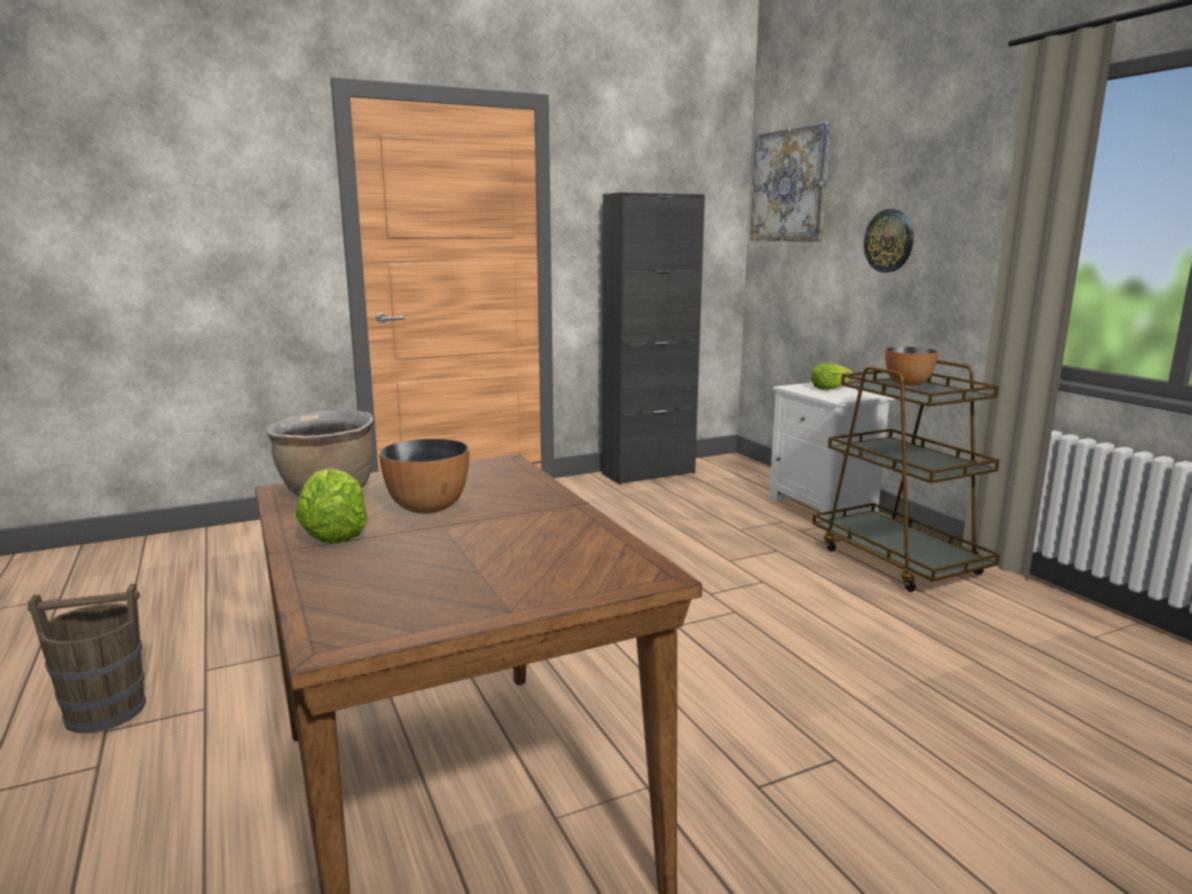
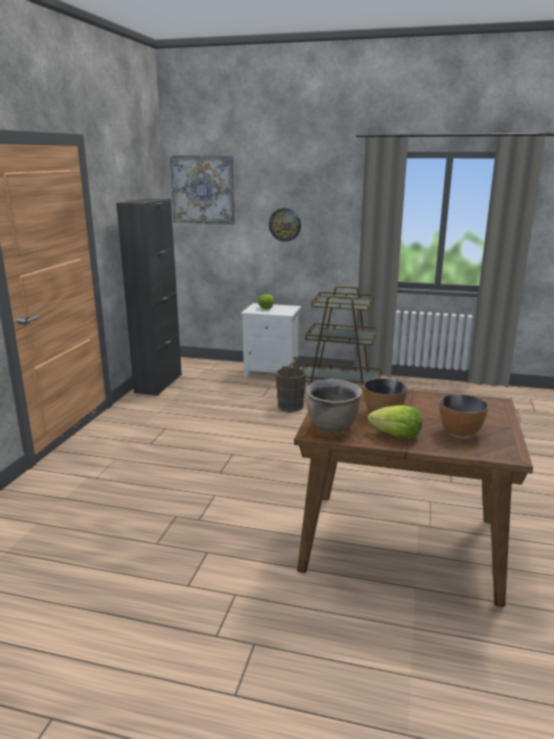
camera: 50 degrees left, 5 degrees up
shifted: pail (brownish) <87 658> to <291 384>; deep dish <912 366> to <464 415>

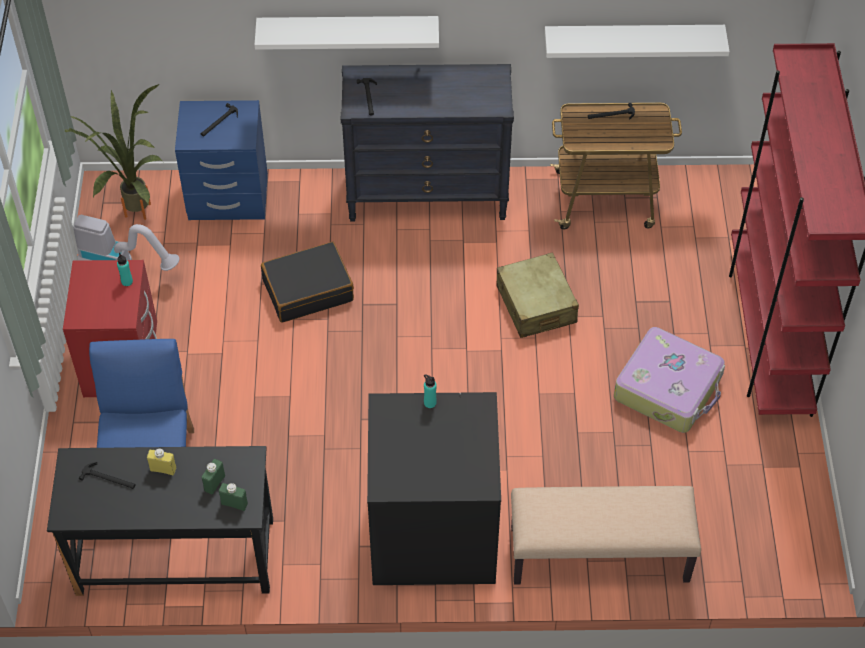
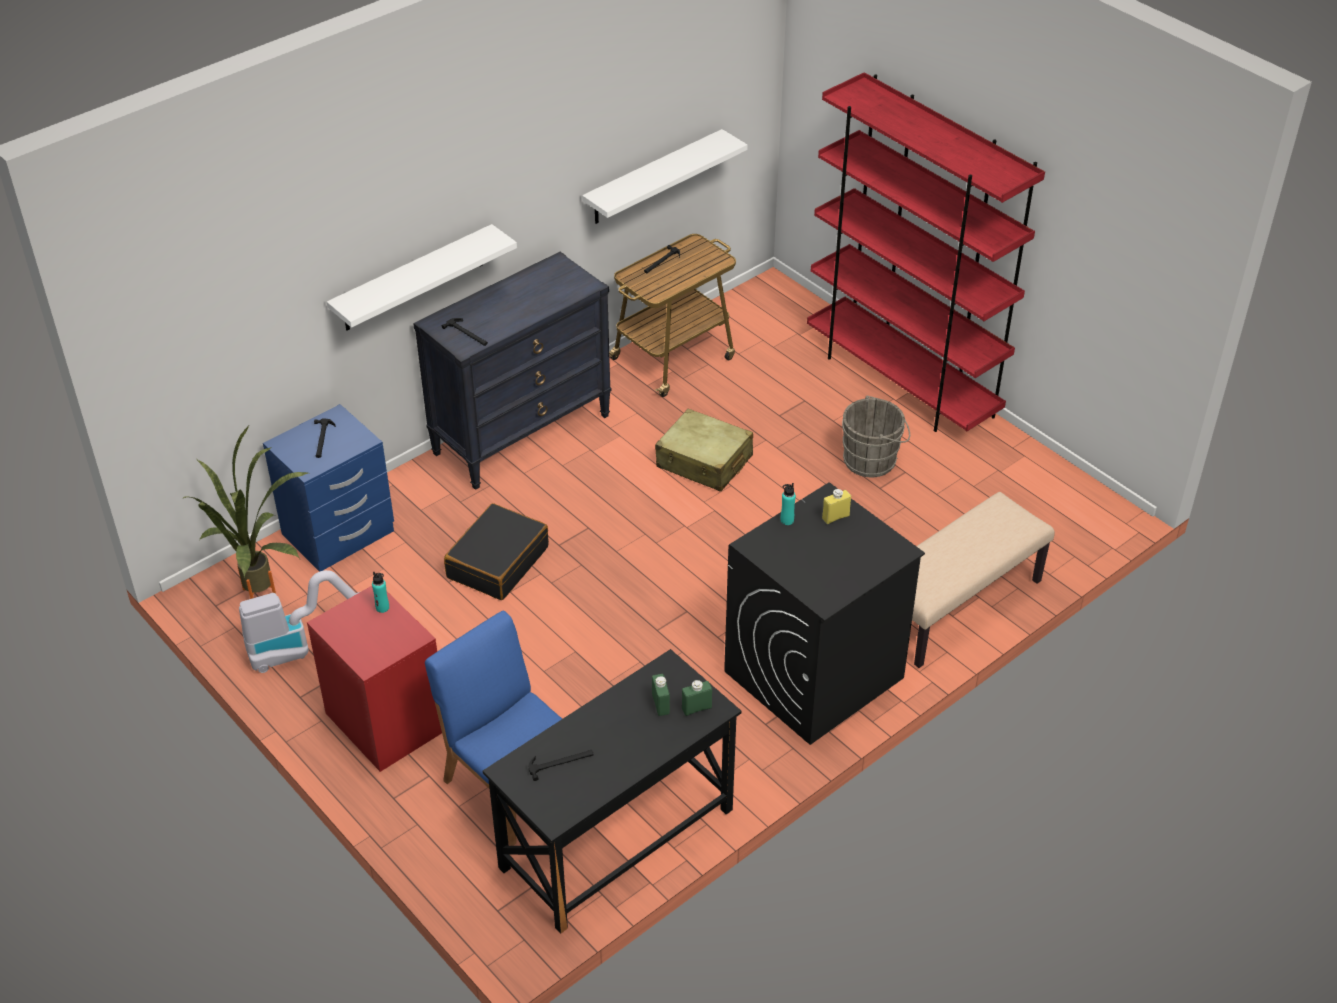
camera: 40 degrees left, 10 degrees down
shifted: bottle (yellowish) <161 462> to <836 506>
swapped: suitcase <669 380> to pail (grey) <876 436>

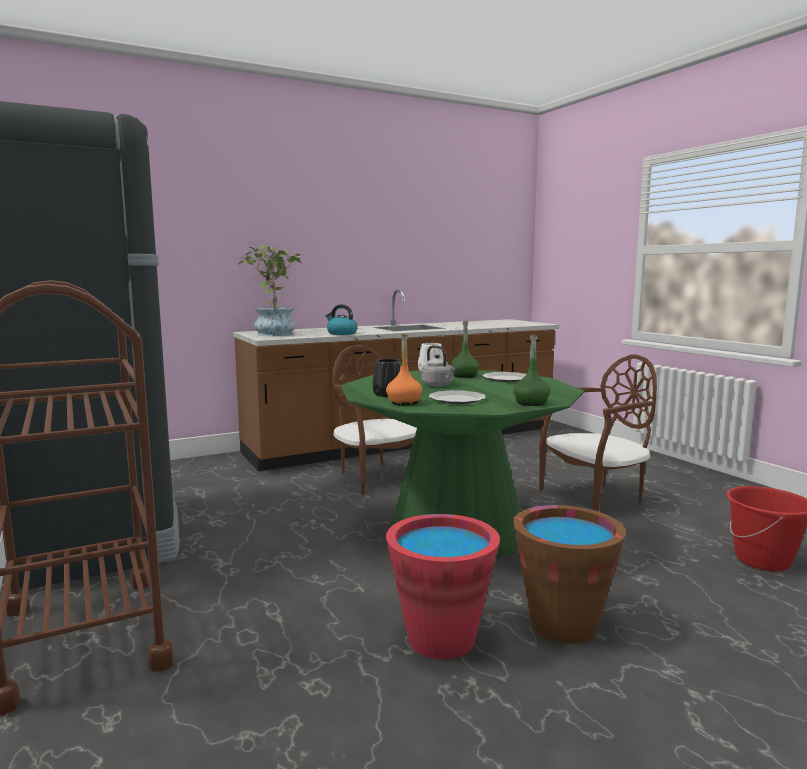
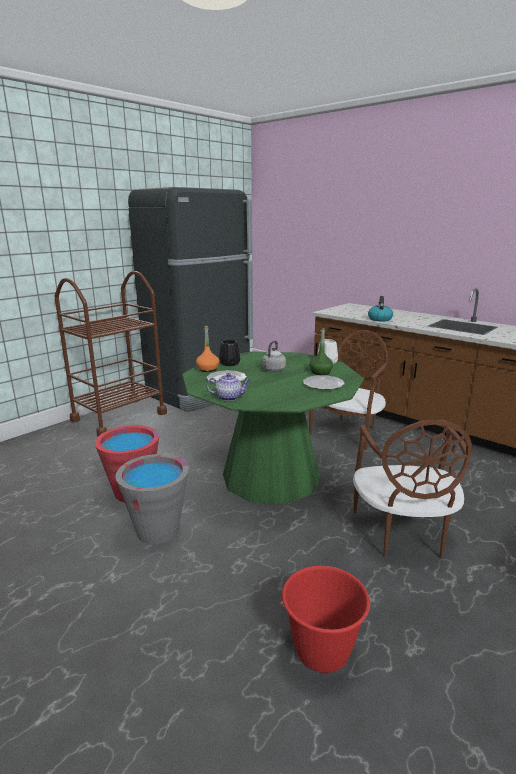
camera: 70 degrees right, 10 degrees up
gone: plant in a pot <270 290>
swapped: bottle (greenish) <531 370> to pot for tea <228 387>
repainted: pail (brownish) <569 574> to pail (grey) <152 499>
rotated: upright chair (brownish) <598 433> = <412 489> 45 degrees clockwise

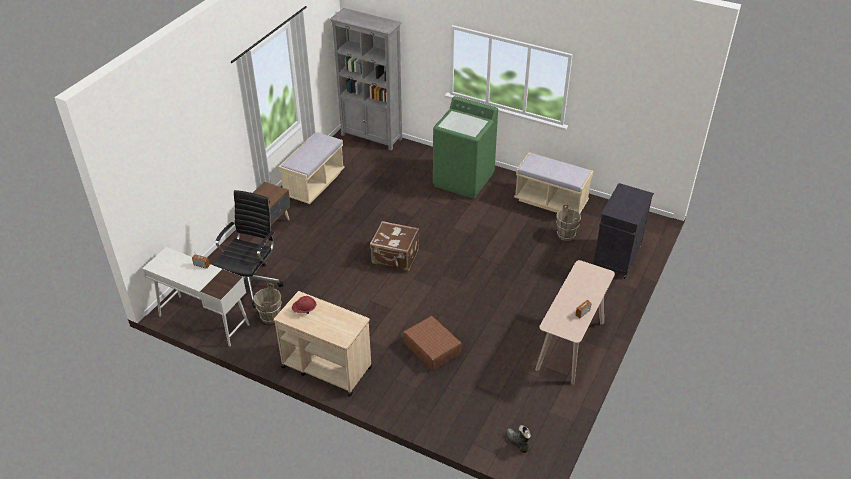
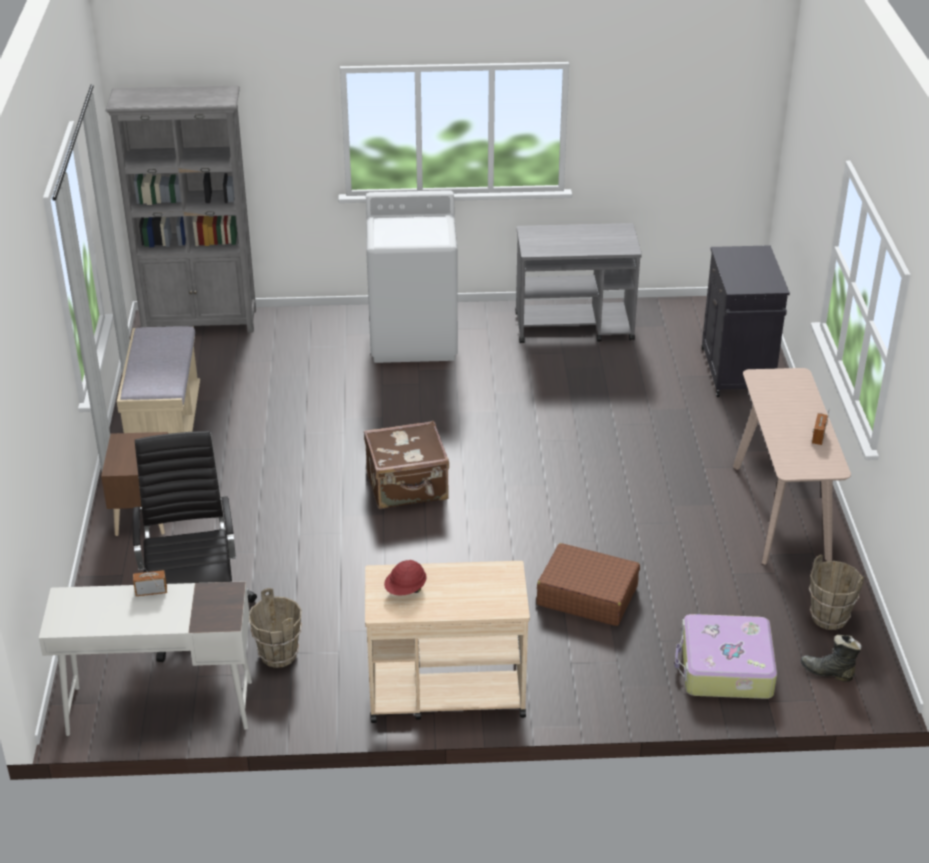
camera: 30 degrees left, 5 degrees down
new: suitcase <725 656>
shifted: pail (brownish) <568 222> to <836 592>
swapped: bench (beige-coloured) <553 182> to trolley (grey) <578 283>
repainted: laundry appliance (greenish) <465 147> to laundry appliance (white-coloured) <412 276>

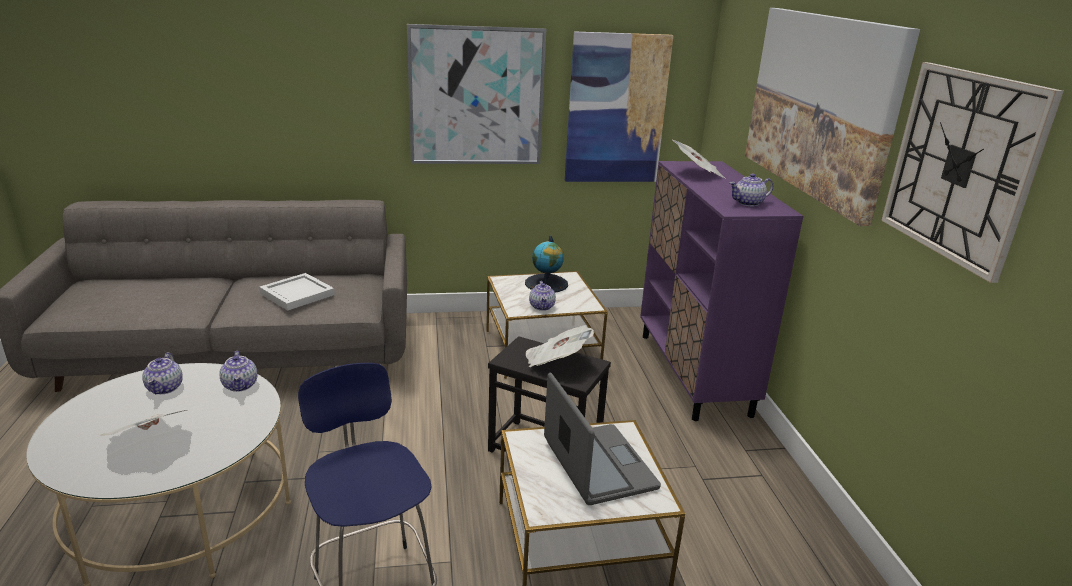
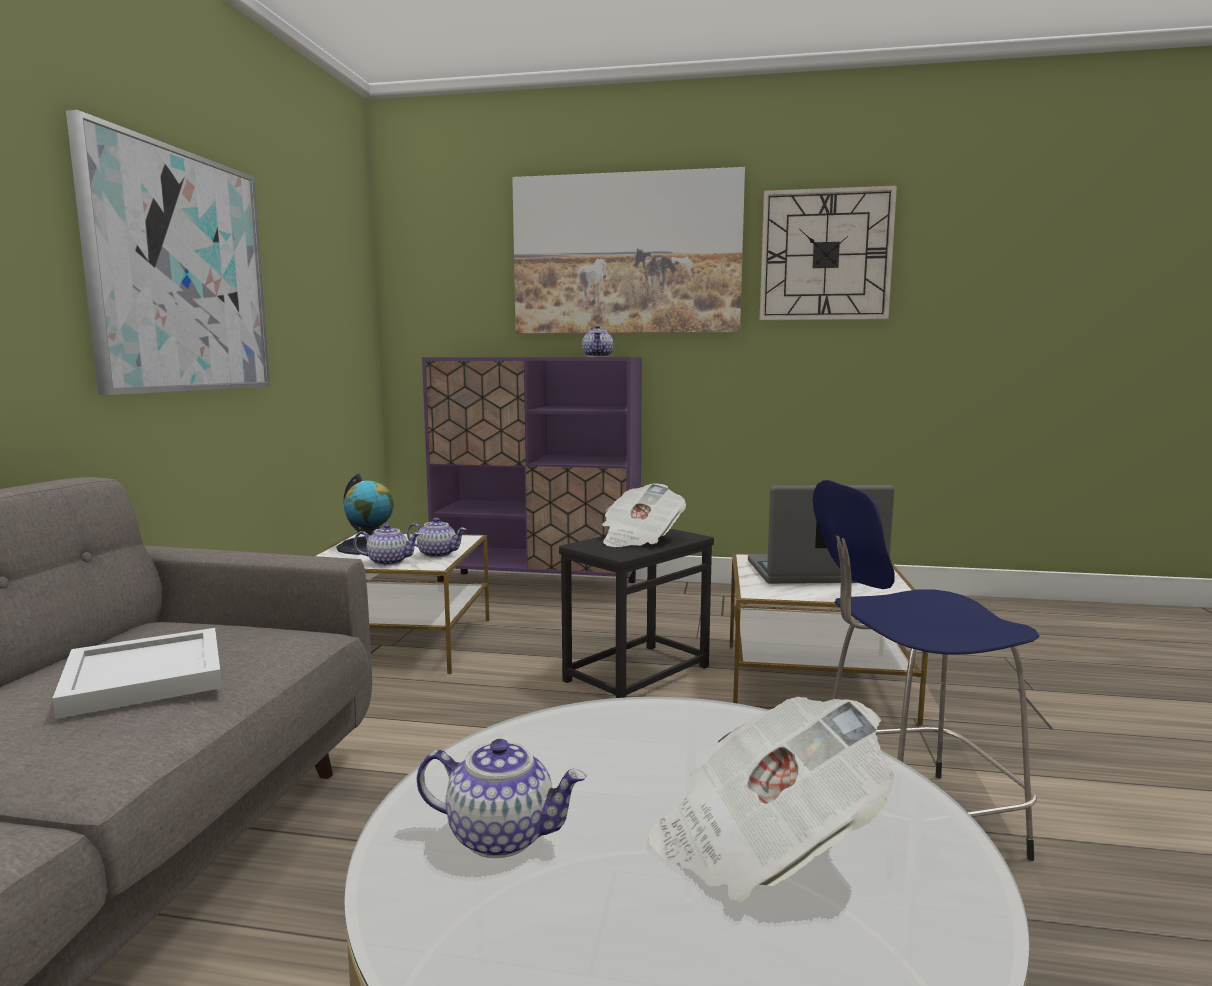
camera: 70 degrees left, 15 degrees down
gone: wall art <619 106>; daily paper <698 158>
shifted: pot for tea <238 371> to <386 545>

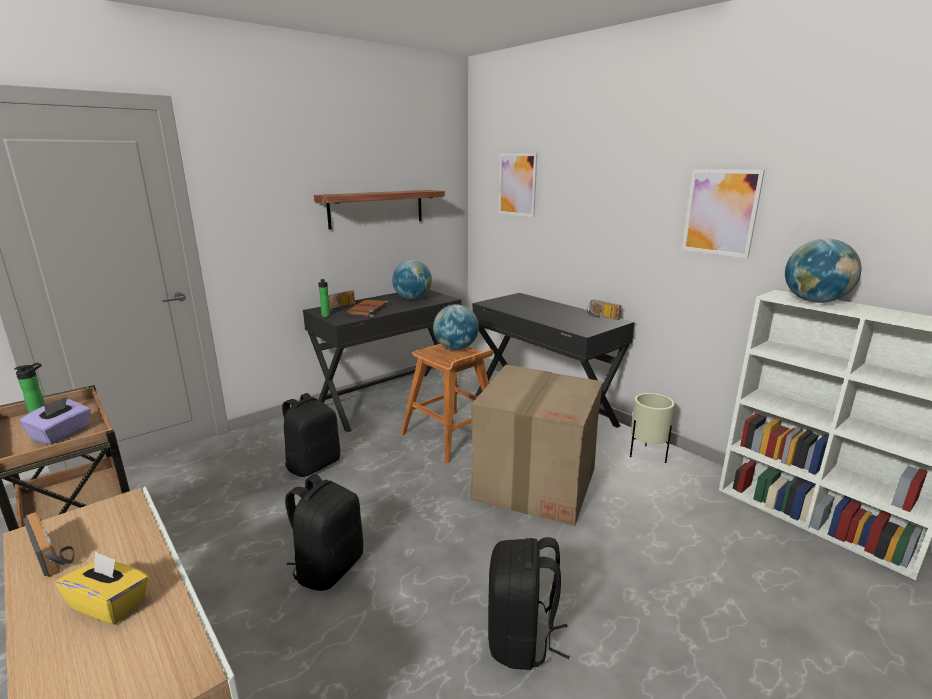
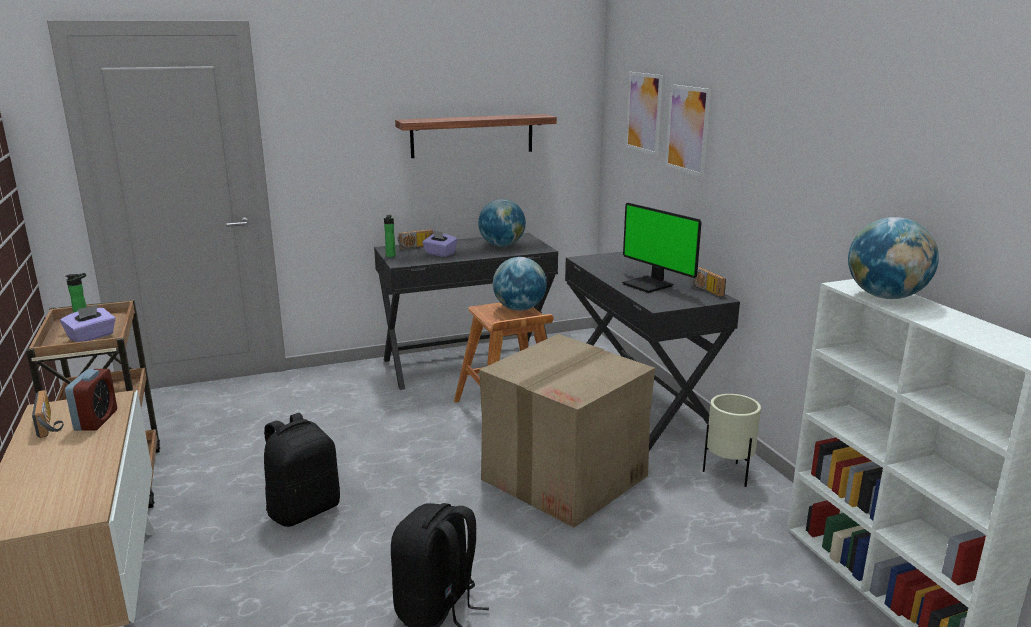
camera: 20 degrees right, 0 degrees up
gone: box of tissues (yellowish) <102 588>; rucksack (black) <311 435>
new: bedside clock <91 400>; computer screen <662 248>
shifted: wall art <723 213> to <688 130>
swapped: bound book (brownish) <367 308> to box of tissues (purple-coloured) <440 243>

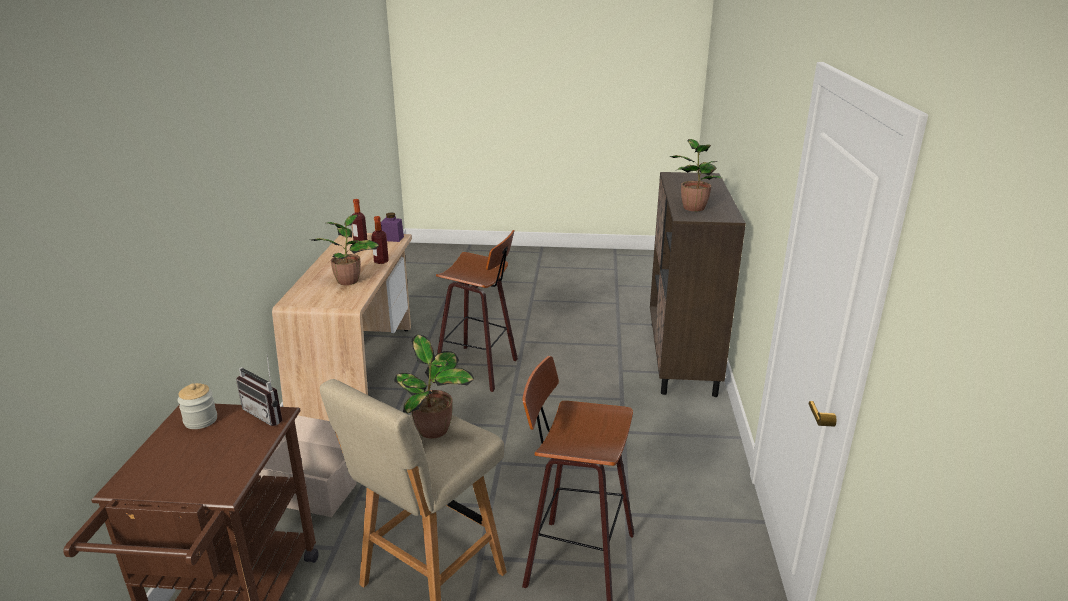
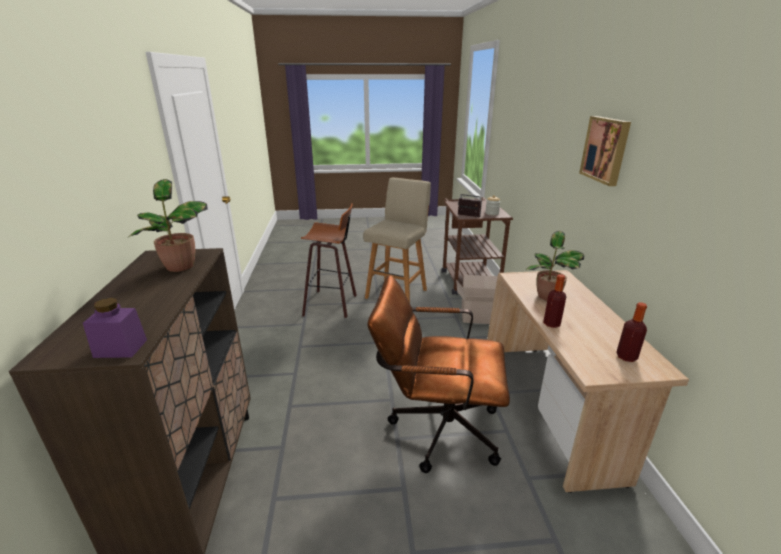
camera: 170 degrees right, 0 degrees up
gone: plant in a pot <434 386>
new: wall art <605 151>
shifted: storage jar (purple-coloured) <392 227> to <115 328>
swapped: stool <477 311> to computer chair (brownish) <438 374>

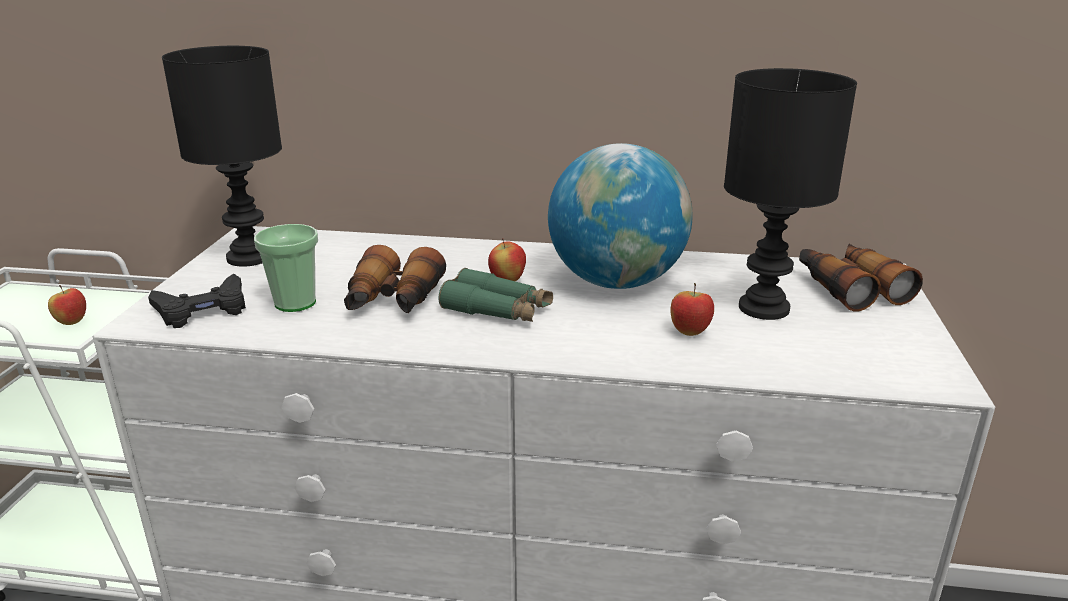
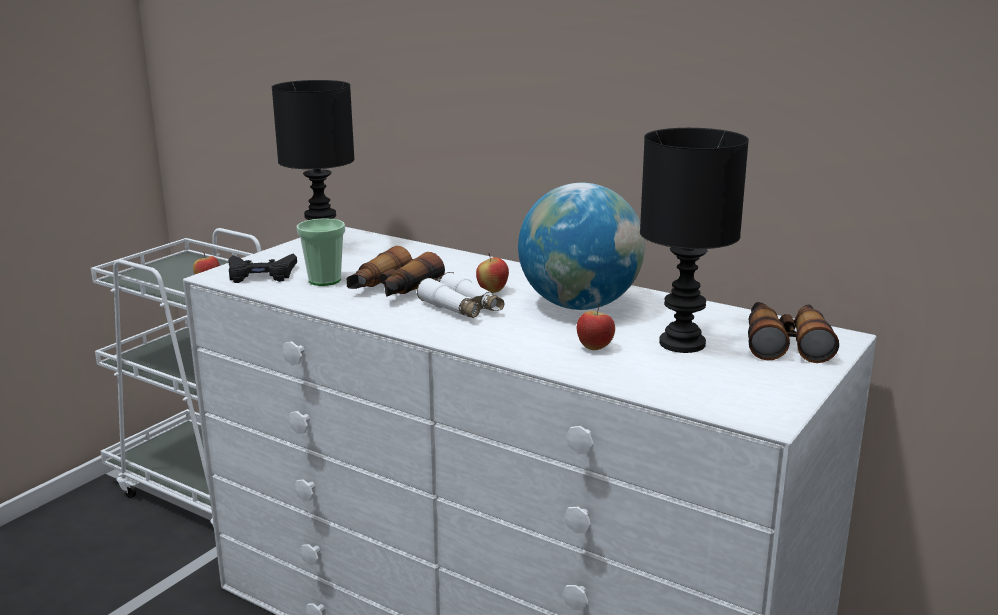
camera: 25 degrees right, 5 degrees down
repainted: pair of binoculars (greenish) <496 295> to pair of binoculars (white-coloured) <460 295>

